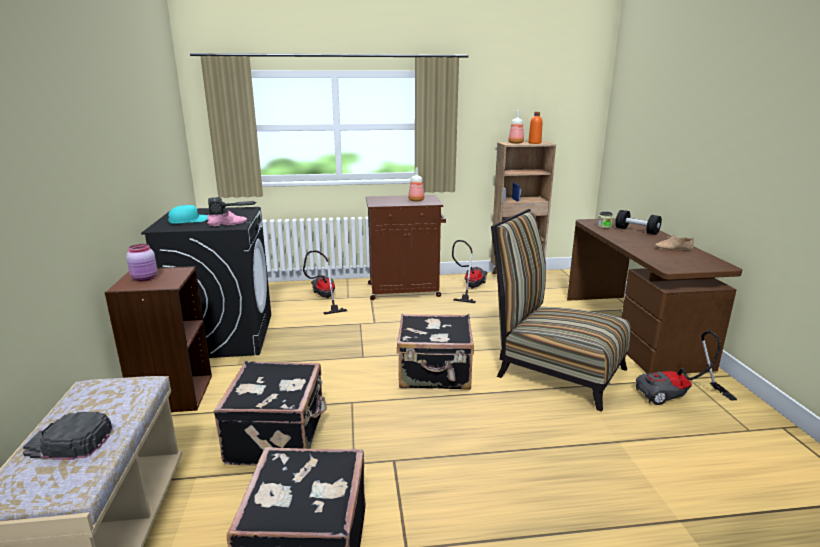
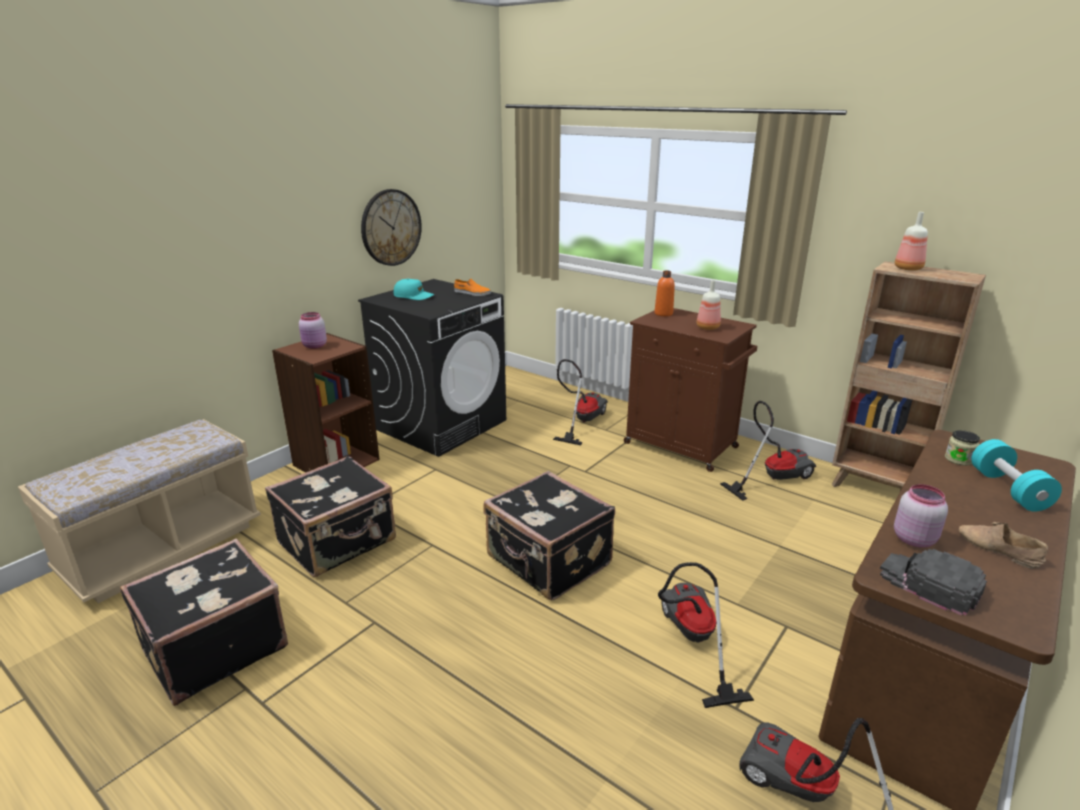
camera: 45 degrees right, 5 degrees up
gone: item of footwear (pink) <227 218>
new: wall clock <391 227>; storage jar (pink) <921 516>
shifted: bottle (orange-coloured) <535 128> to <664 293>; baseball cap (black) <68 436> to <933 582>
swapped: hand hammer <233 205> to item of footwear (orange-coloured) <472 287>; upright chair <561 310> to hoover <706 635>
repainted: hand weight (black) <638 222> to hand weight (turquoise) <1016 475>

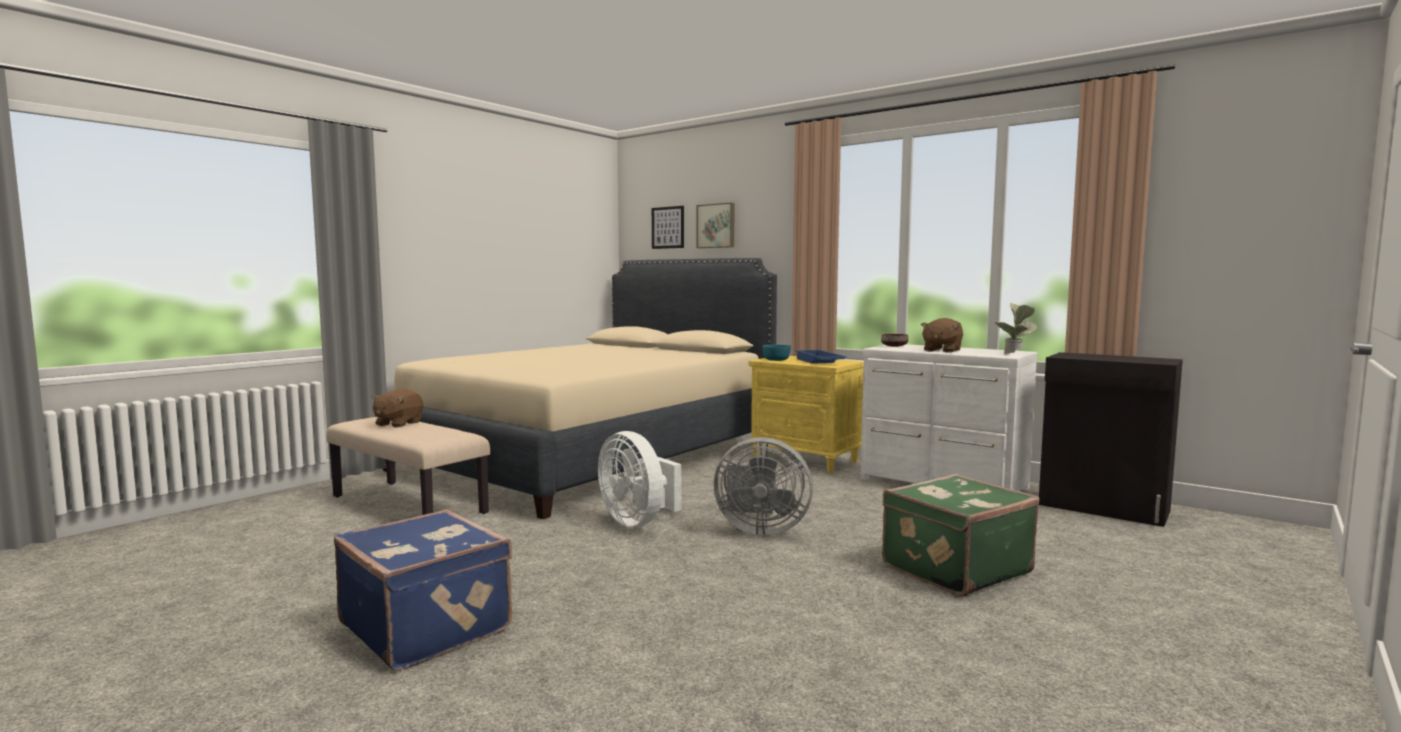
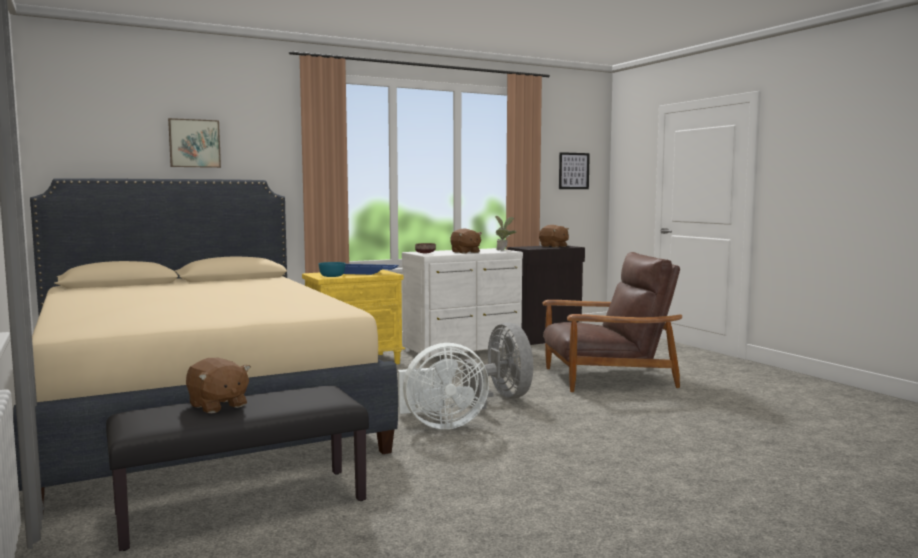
camera: 65 degrees left, 0 degrees up
gone: suitcase (bluish) <423 590>
new: plush toy (brownish) <554 236>
shifted: wall art <668 227> to <574 170>
swapped: suitcase (greenish) <961 535> to easy chair (brownish) <612 322>
repainted: bench (beige-coloured) <408 466> to bench (black) <237 468>
rotated: cooling fan (grey) <763 486> = <498 366> 60 degrees counterclockwise

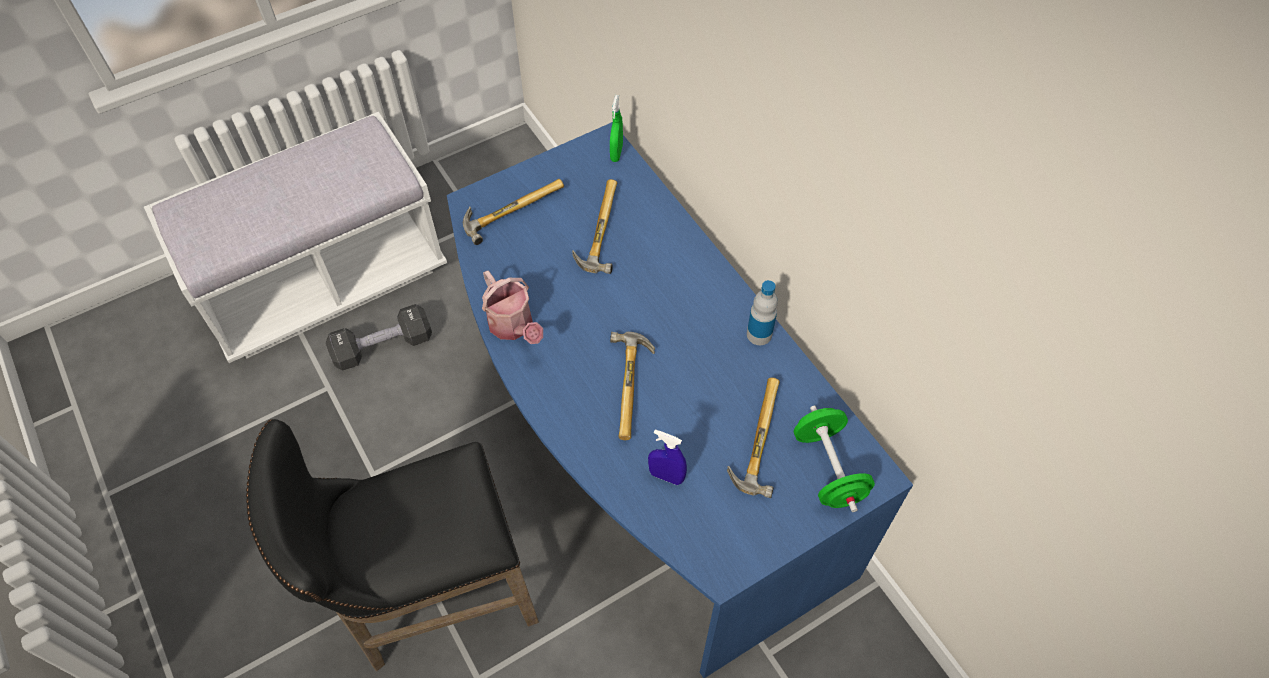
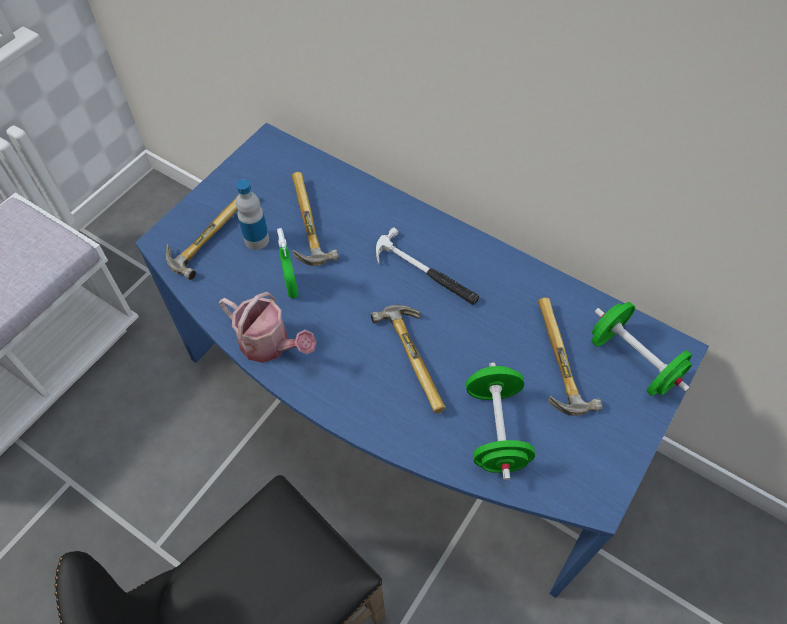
camera: 25 degrees left, 0 degrees up
gone: hand weight (black) <379 337>
new: hand hammer <428 266>
shifted: bottle <762 312> to <252 214>; hand sprayer (greenish) <616 128> to <288 263>
swapped: hand sprayer (bluish) <667 457> to hand weight (greenish) <500 421>

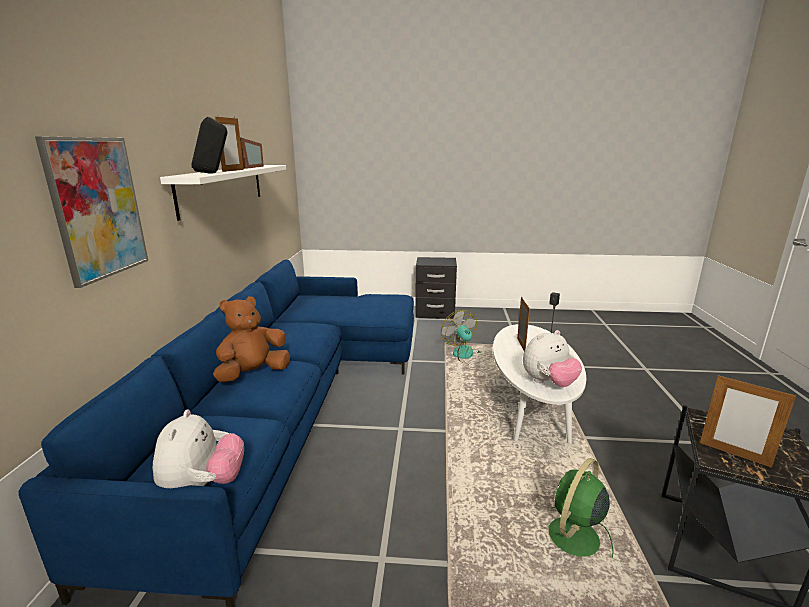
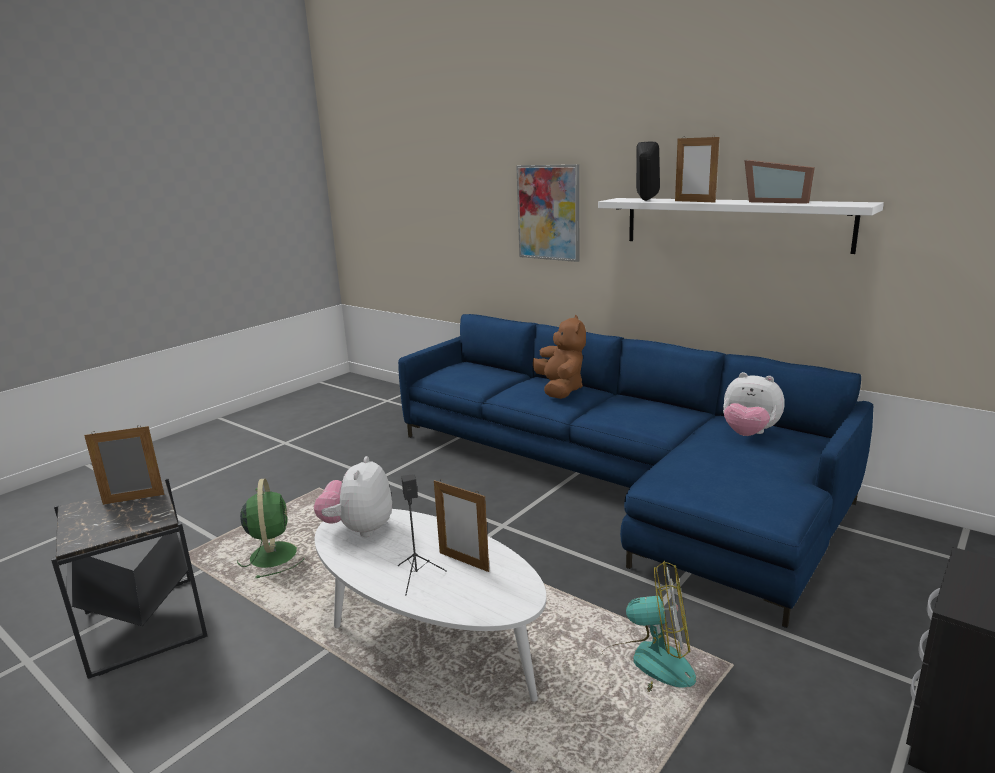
camera: 125 degrees right, 0 degrees up
shifted: plush toy <198 449> to <754 404>

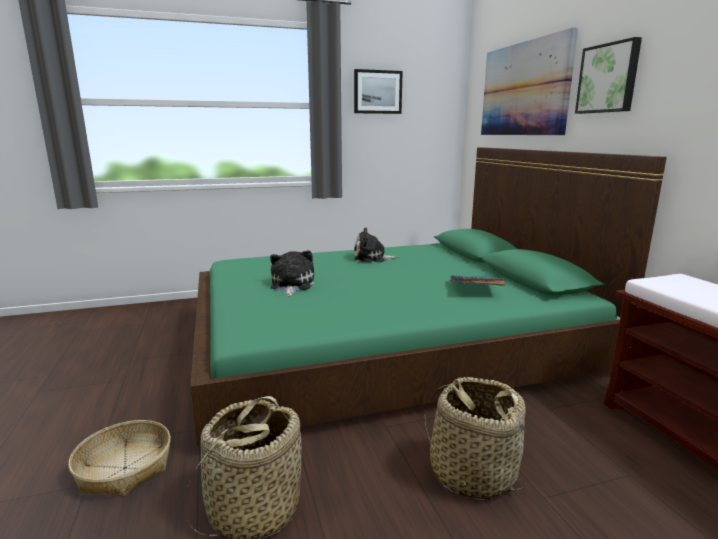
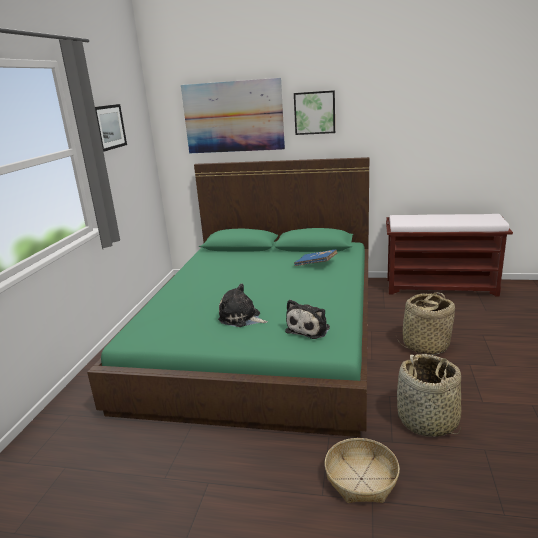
camera: 60 degrees left, 5 degrees up
shifted: plush toy <376 245> to <307 319>

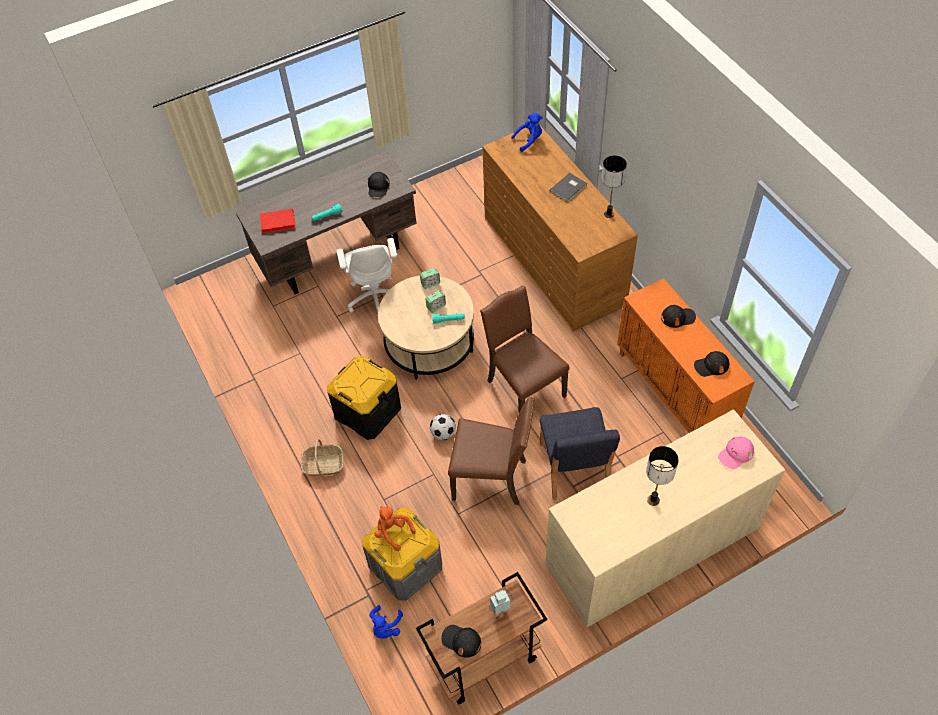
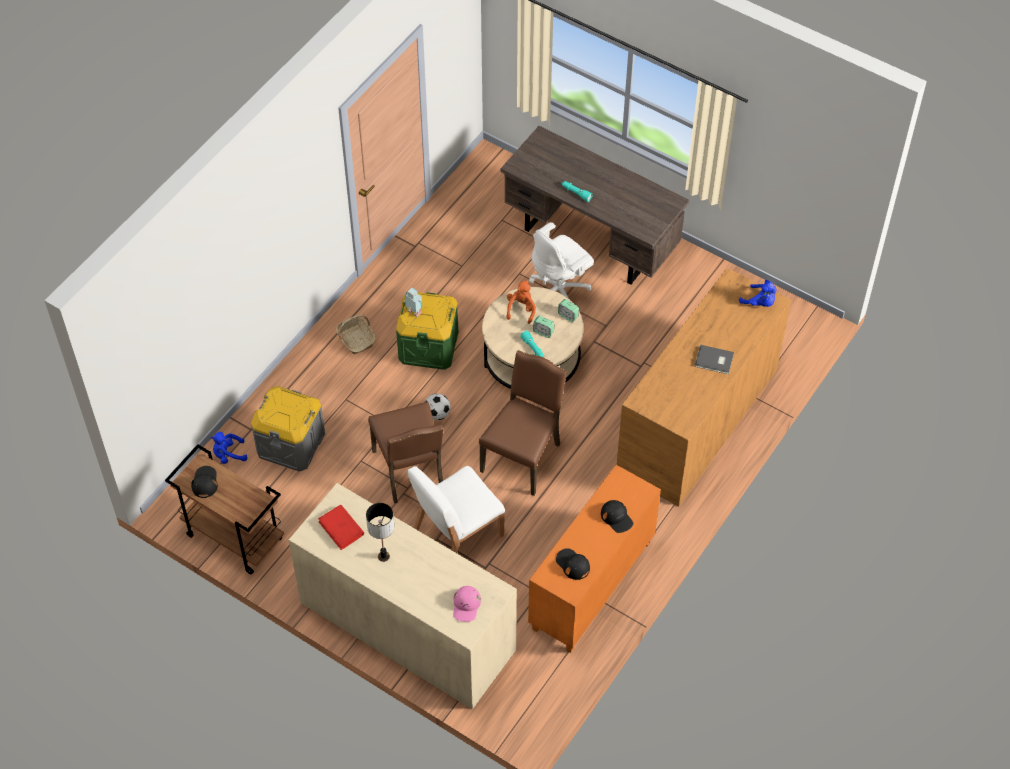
camera: 60 degrees right, 0 degrees up
gone: baseball cap (black) <379 184>; tabletop lamp <614 186>
shifted: bound book (reddish) <278 221> to <341 527>; toy robot <501 603> to <413 302>; plush toy (orange-coloured) <395 528> to <521 302>
repainted: storage bin (black) <364 398> to storage bin (greenish) <427 331>; upright chair (bluish) <580 453> to upright chair (white-coloured) <456 509>
rotated: baseball cap (pink) <736 453> = <467 604> 105 degrees counterclockwise

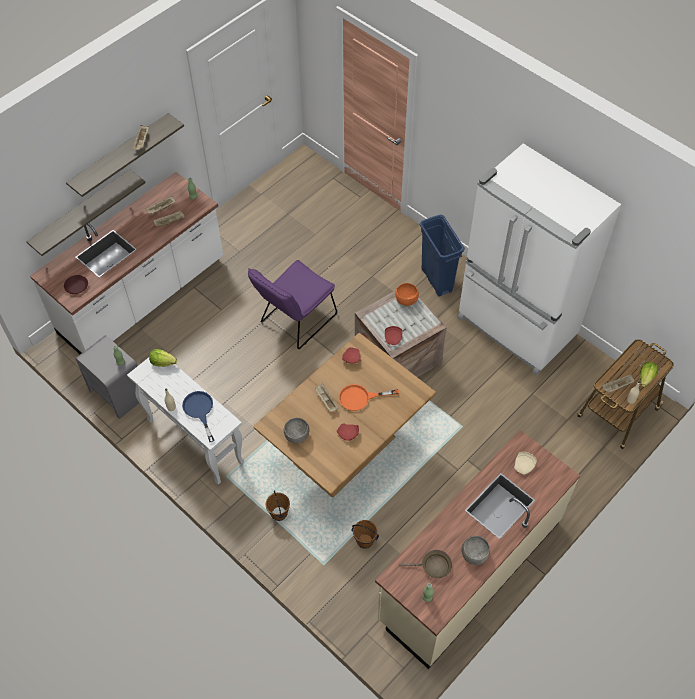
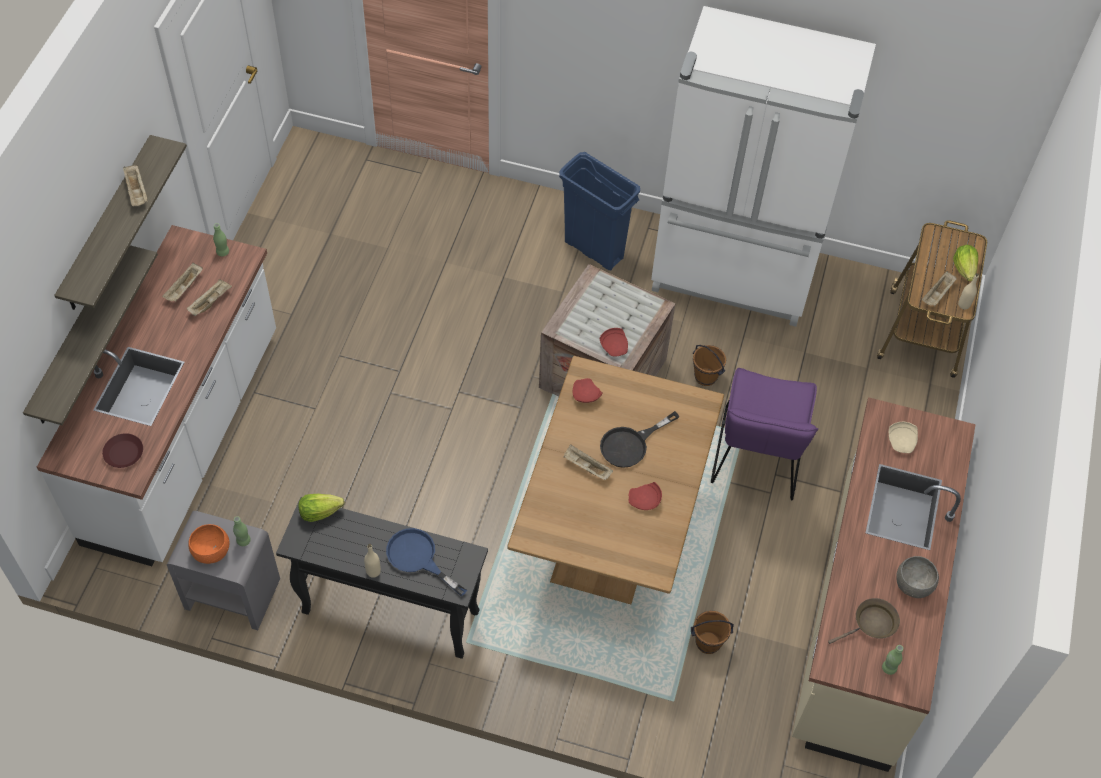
camera: 30 degrees left, 0 degrees up
gone: deep dish (grey) <296 431>
shifted: deep dish (orange-coloured) <407 294> to <209 544>; pail (brownish) <278 506> to <709 365>; upright chair (purple-coloured) <292 304> to <764 434>
repainted: hall table (white-coloured) <185 421> to hall table (black) <382 578>; pan (orange-coloured) <369 397> to pan (black) <640 439>

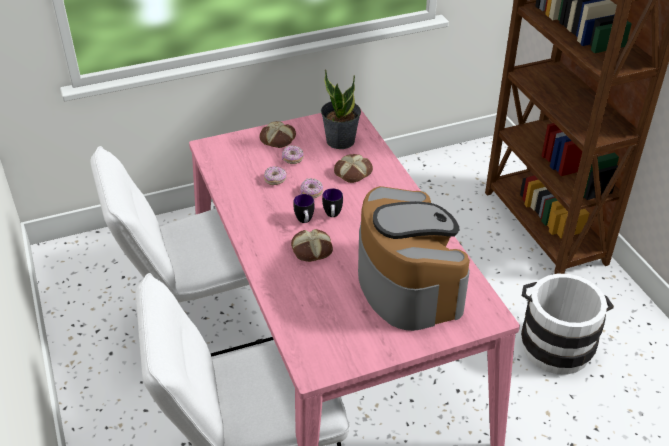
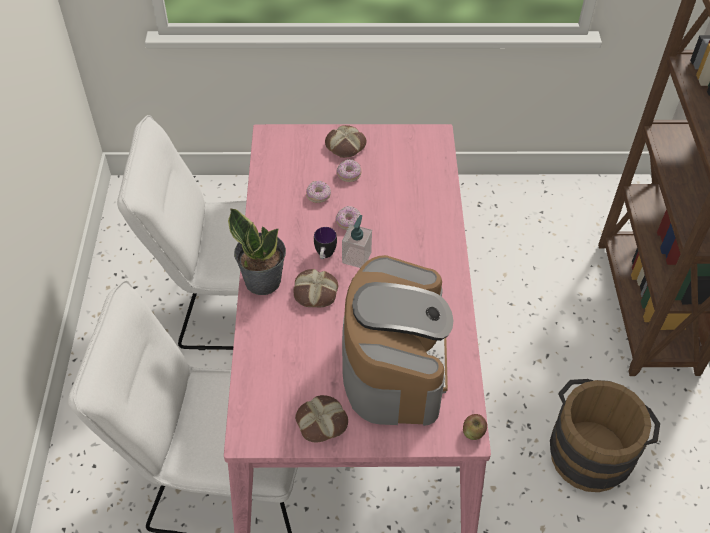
camera: 20 degrees right, 10 degrees up
new: apple fruit <475 427>
shifted: plant in a pot <341 109> to <257 251>; bakery bread <353 168> to <321 418>
swapped: tea mug <332 202> to soap dispenser <357 241>
repainted: pail (white-coloured) <567 324> to pail (brownish) <605 435>

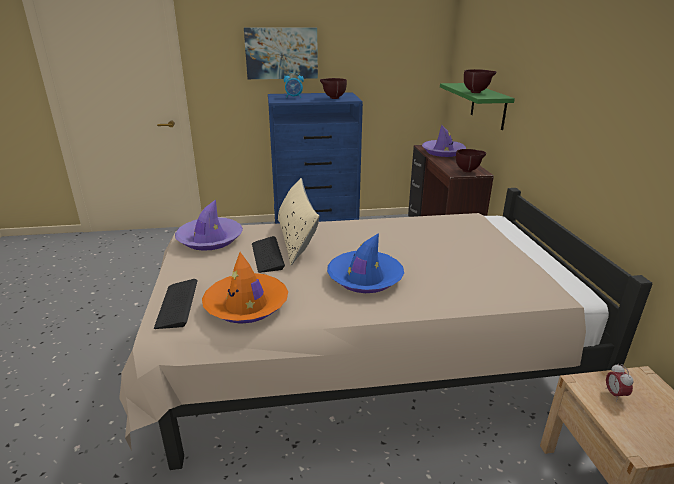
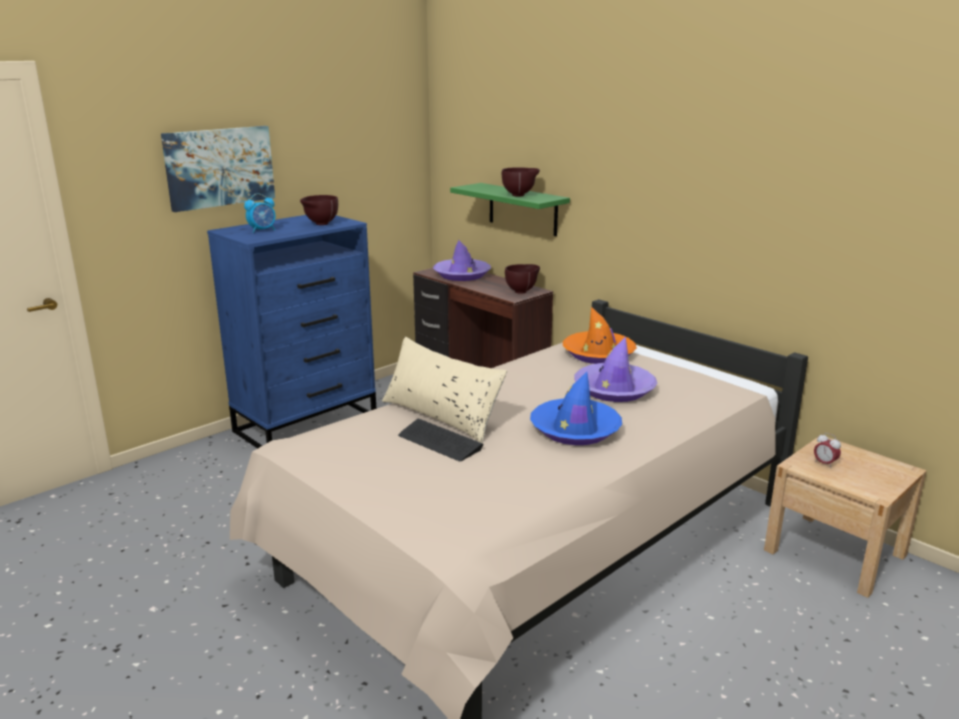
camera: 35 degrees left, 5 degrees down
gone: PC keyboard <176 304>
shifted: hat (orange-coloured) <245 288> to <600 335>; hat (purple-coloured) <209 225> to <615 369>

